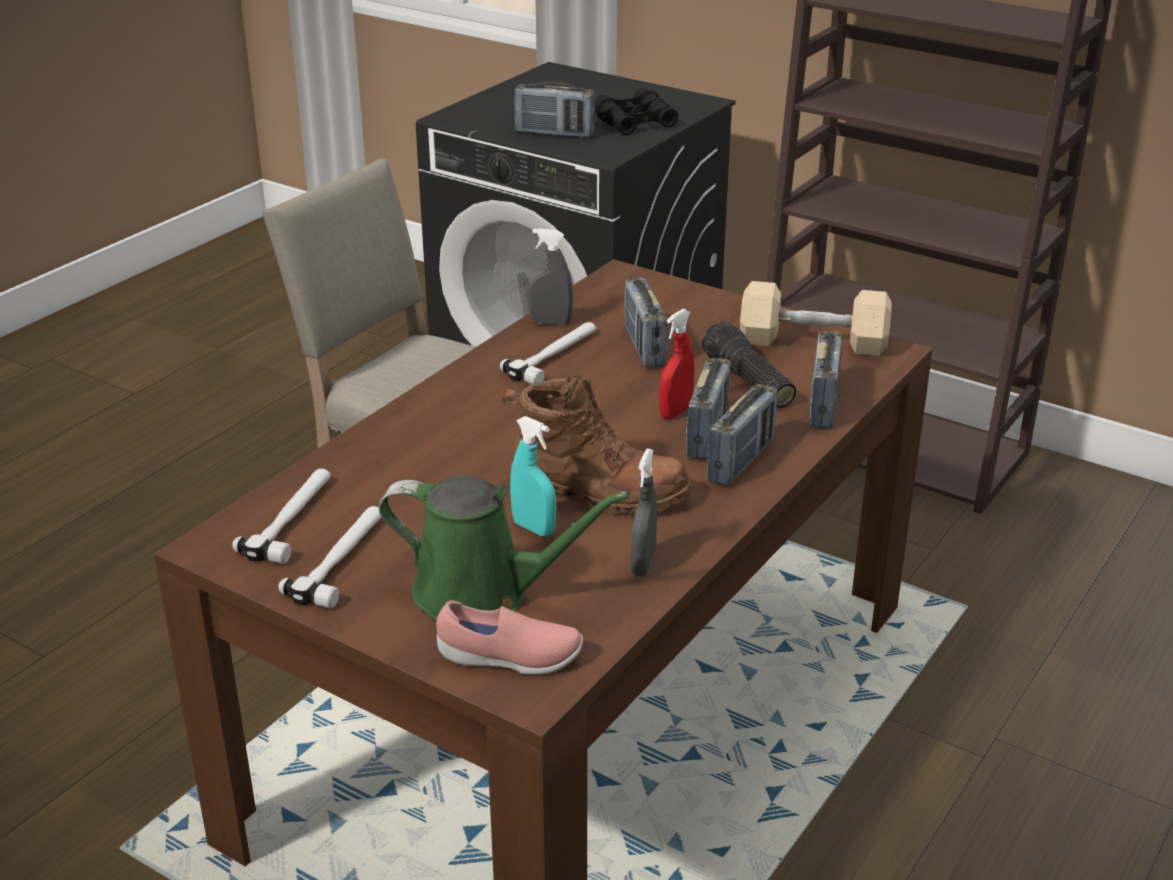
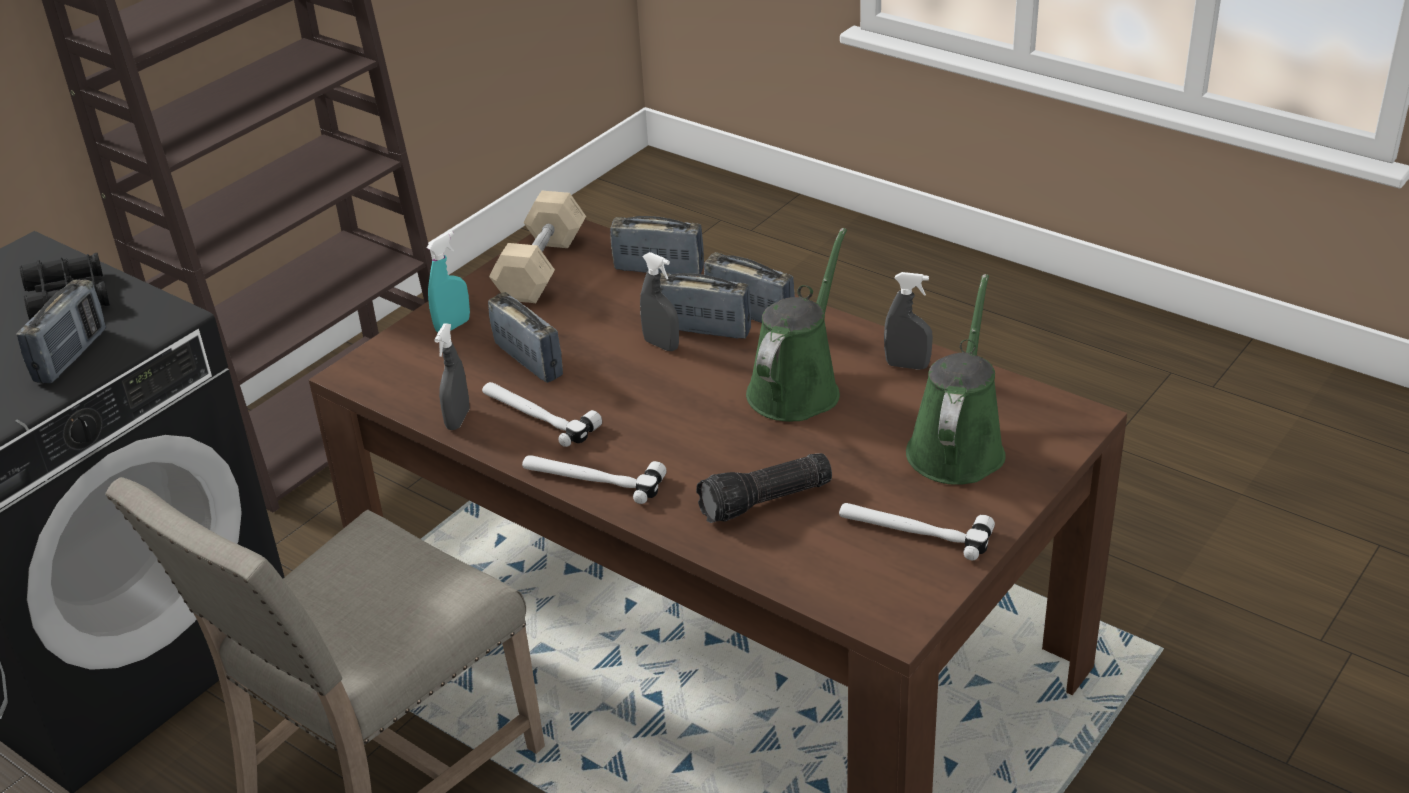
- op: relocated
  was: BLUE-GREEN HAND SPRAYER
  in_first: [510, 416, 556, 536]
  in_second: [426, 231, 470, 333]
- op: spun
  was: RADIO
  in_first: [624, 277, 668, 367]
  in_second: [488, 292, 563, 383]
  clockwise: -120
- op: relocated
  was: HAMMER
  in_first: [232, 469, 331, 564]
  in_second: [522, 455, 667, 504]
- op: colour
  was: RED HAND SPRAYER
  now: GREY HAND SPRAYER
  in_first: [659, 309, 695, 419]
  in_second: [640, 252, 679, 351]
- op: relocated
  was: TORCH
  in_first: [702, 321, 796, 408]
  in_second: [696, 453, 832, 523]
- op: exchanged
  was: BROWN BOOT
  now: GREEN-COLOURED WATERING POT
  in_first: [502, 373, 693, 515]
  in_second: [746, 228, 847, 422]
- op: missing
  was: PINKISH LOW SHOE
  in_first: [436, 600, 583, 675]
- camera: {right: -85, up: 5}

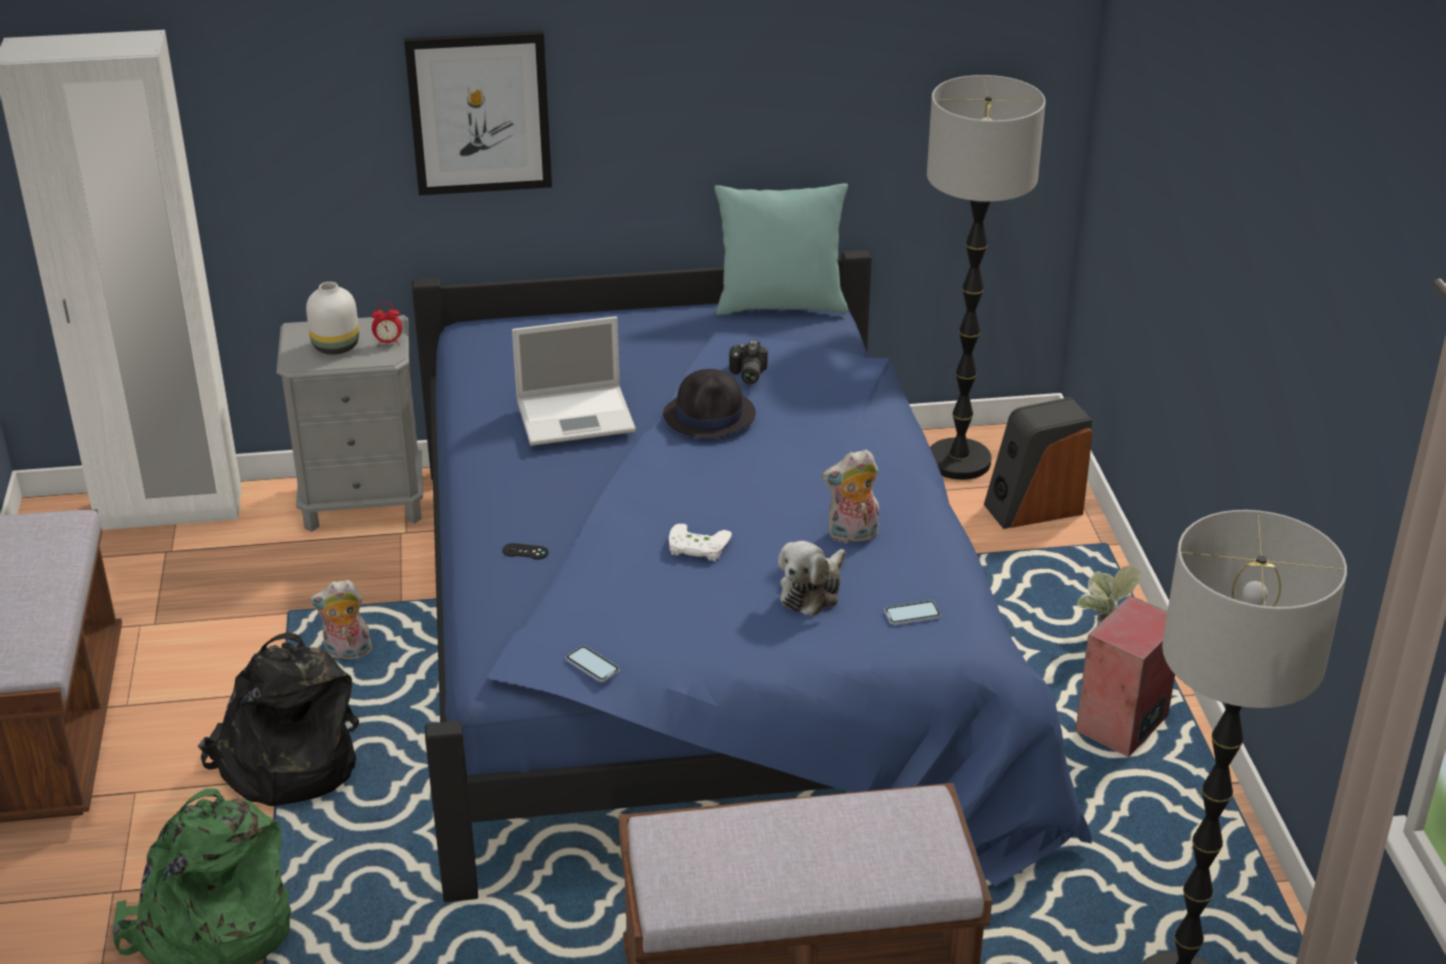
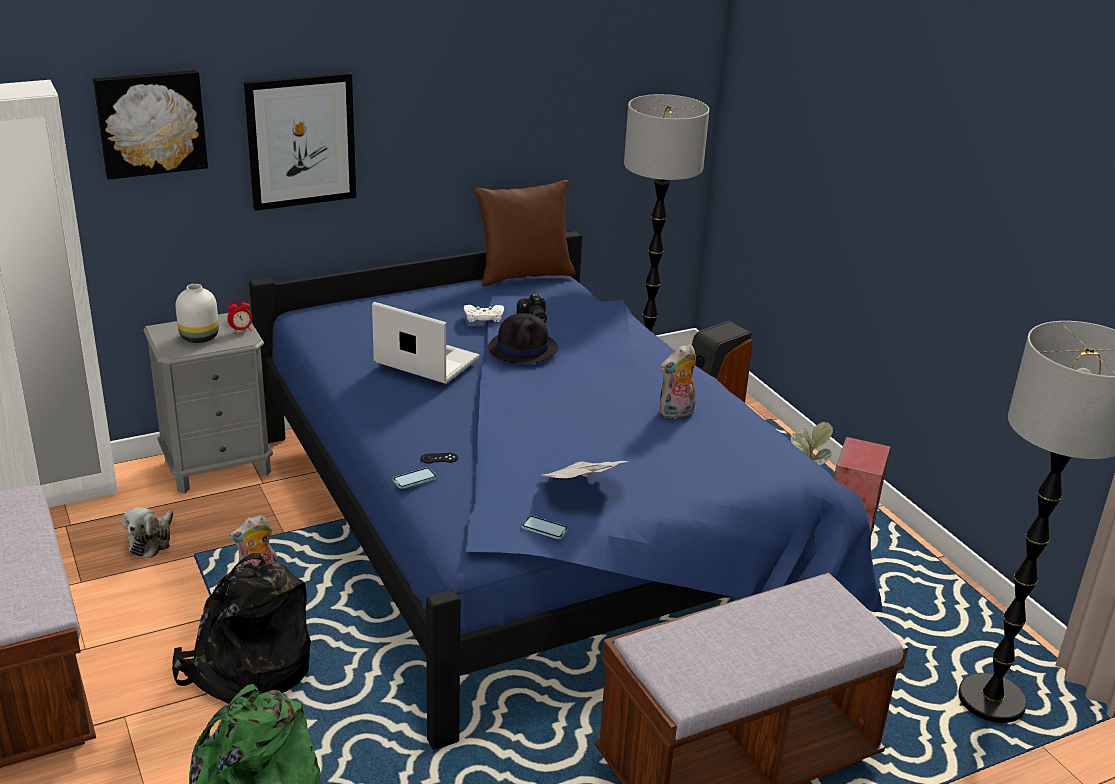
- op: appeared
  now: WALL ART
  in_second: [93, 70, 208, 180]
- op: relocated
  was: CUDDLY TOY
  in_first: [778, 541, 846, 617]
  in_second: [122, 507, 173, 558]
- op: spun
  was: NOTEBOOK COMPUTER
  in_first: [512, 316, 636, 446]
  in_second: [372, 302, 479, 384]
  clockwise: -120
- op: relocated
  was: PHONE
  in_first: [884, 600, 941, 625]
  in_second: [392, 467, 437, 489]
- op: relocated
  was: WHITE-COLOURED GAMEPAD
  in_first: [669, 524, 732, 561]
  in_second: [464, 305, 504, 322]
- op: colour
  was: BLUE-GREEN PILLOW
  now: BROWN PILLOW
  in_first: [715, 183, 848, 315]
  in_second: [475, 180, 575, 286]
- op: appeared
  now: NEWSPAPER
  in_second: [543, 461, 629, 478]
- camera: {right: -20, up: -5}

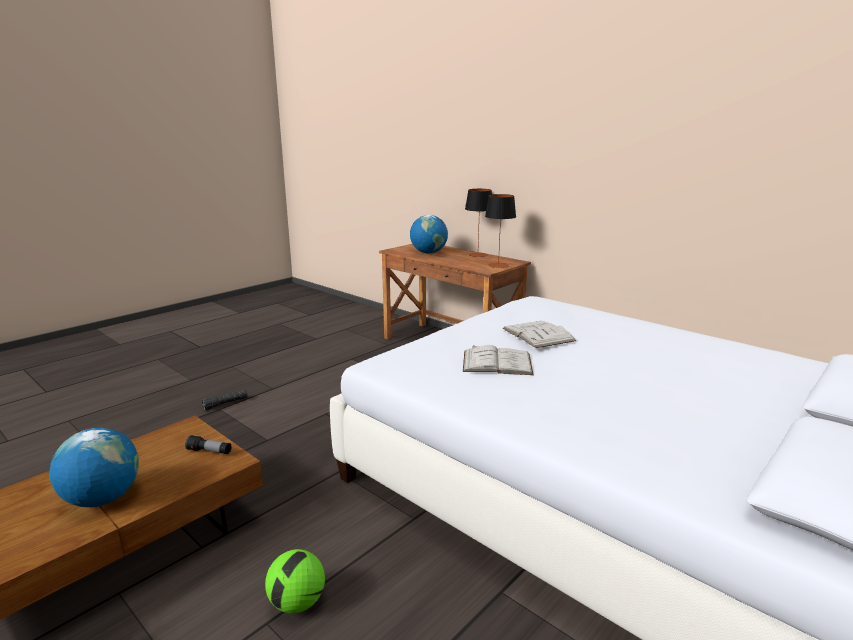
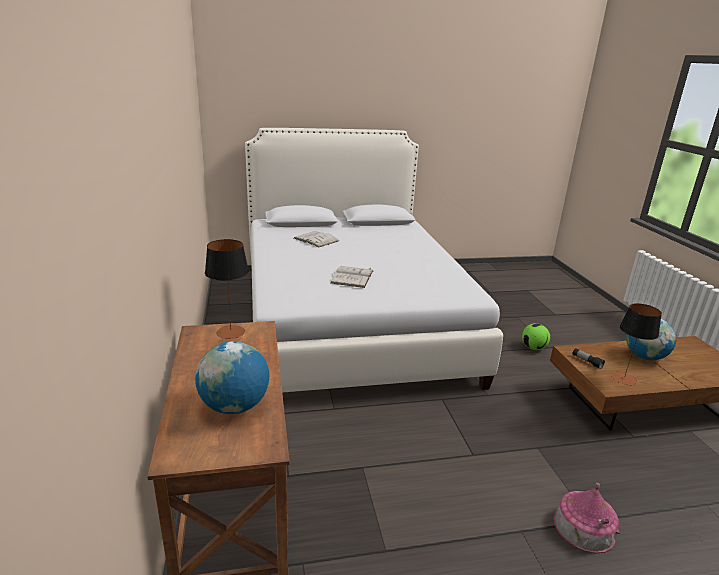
- op: relocated
  was: WHITE-COLOURED BOOK
  in_first: [463, 345, 533, 375]
  in_second: [294, 231, 339, 247]
- op: exchanged
  was: BLACKISH TORCH
  now: TOY HOUSE
  in_first: [202, 390, 248, 410]
  in_second: [553, 483, 620, 553]
- op: relocated
  was: LAMP FOR A TABLE
  in_first: [465, 189, 492, 257]
  in_second: [612, 303, 662, 385]
- camera: {right: -145, up: 5}

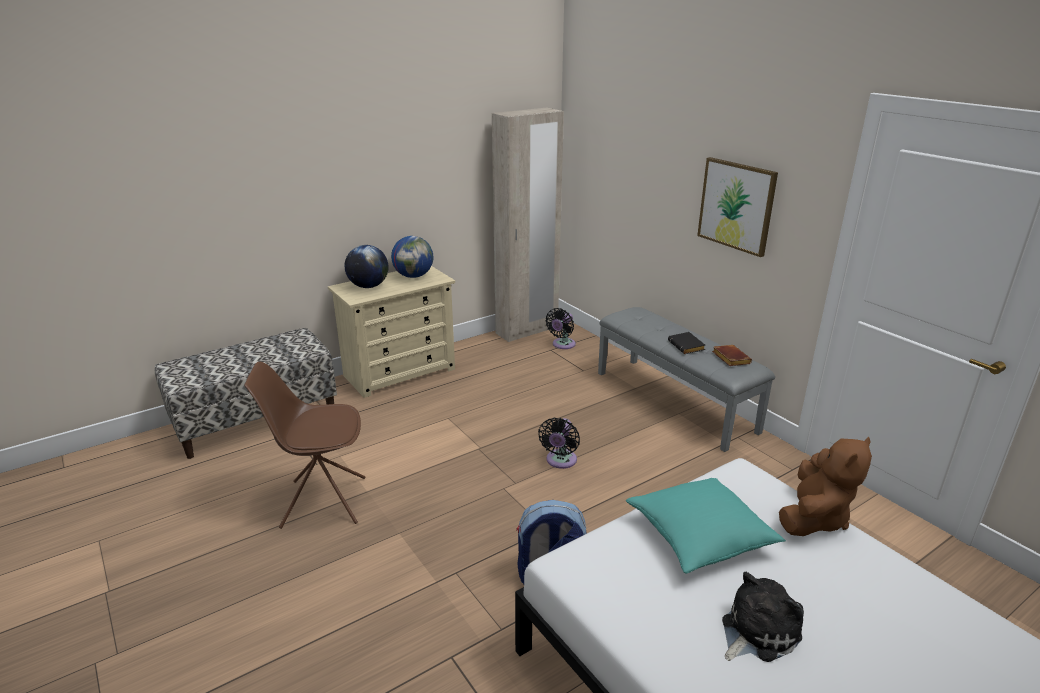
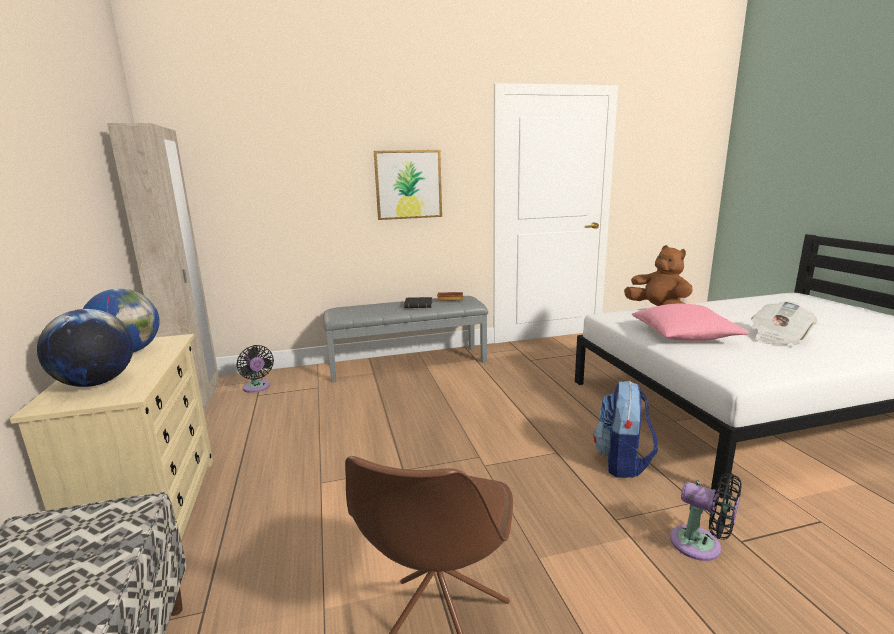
- op: colour
  was: BLUE-GREEN PILLOW
  now: PINKISH PILLOW
  in_first: [626, 478, 786, 574]
  in_second: [632, 304, 749, 341]
- op: relocated
  was: BLACKISH ELECTRIC FAN
  in_first: [538, 417, 580, 469]
  in_second: [670, 473, 741, 561]
- op: exchanged
  was: CUDDLY TOY
  now: NEWSPAPER
  in_first: [722, 572, 804, 662]
  in_second: [751, 301, 817, 345]
- camera: {right: -70, up: -10}

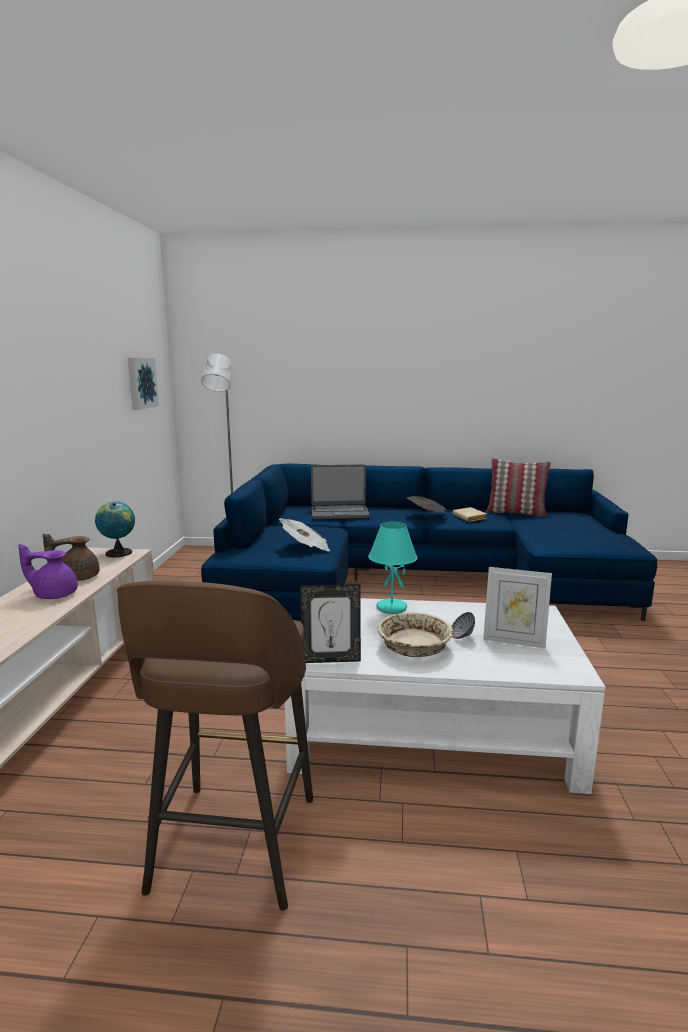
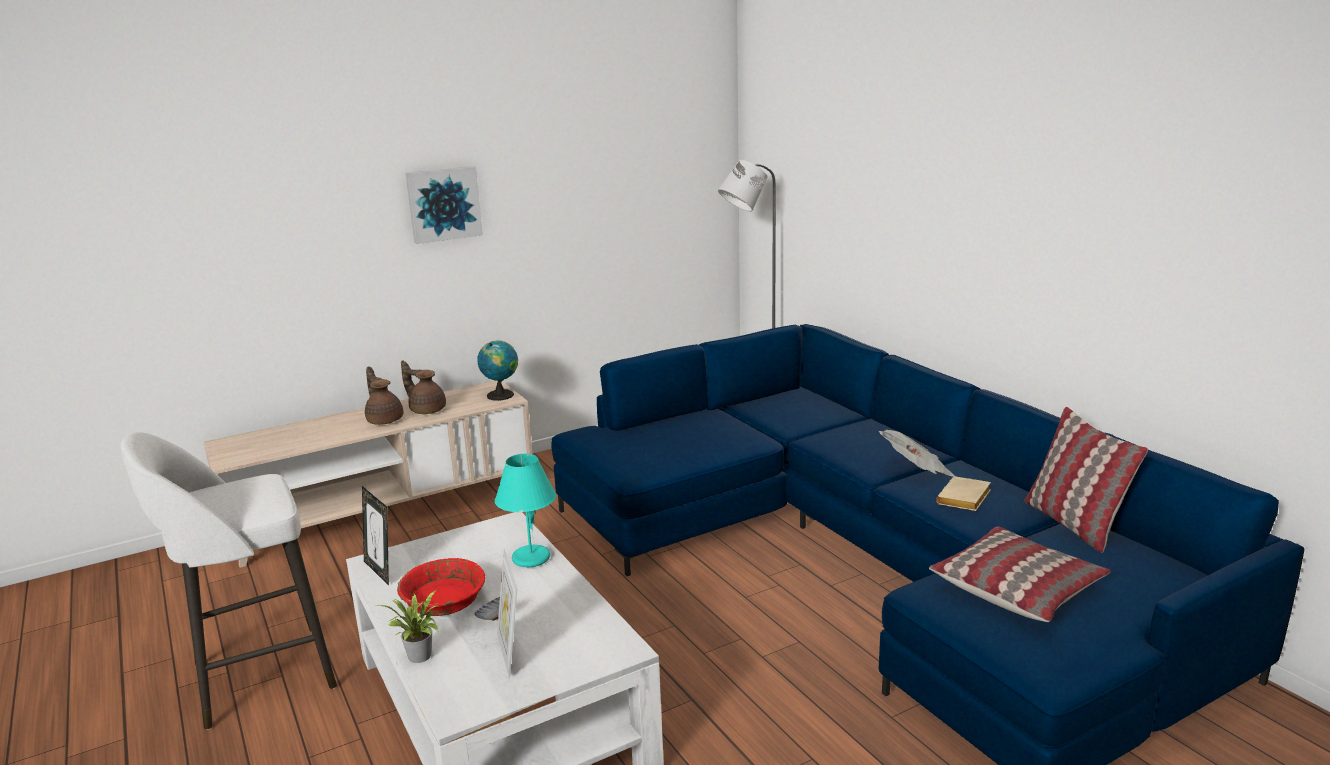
- op: colour
  was: BROWN STOOL SEAT
  now: WHITE-COLOURED STOOL SEAT
  in_first: [117, 581, 313, 911]
  in_second: [121, 432, 337, 730]
- op: colour
  was: PURPLE-COLOURED TEA POT
  now: BROWN TEA POT
  in_first: [18, 544, 78, 599]
  in_second: [365, 367, 403, 425]
- op: appeared
  now: POTTED PLANT
  in_second: [377, 590, 438, 663]
- op: colour
  was: BEIGE-COLOURED BOWL
  now: RED BOWL
  in_first: [377, 612, 453, 657]
  in_second: [397, 558, 485, 616]
- op: relocated
  was: WALL ART
  in_first: [128, 358, 159, 410]
  in_second: [406, 166, 483, 244]
- op: appeared
  now: PILLOW
  in_second: [929, 526, 1111, 622]
- op: missing
  was: NEWSPAPER
  in_first: [279, 518, 330, 551]
- op: missing
  was: NOTEBOOK COMPUTER
  in_first: [311, 464, 370, 519]
- camera: {right: 55, up: 5}

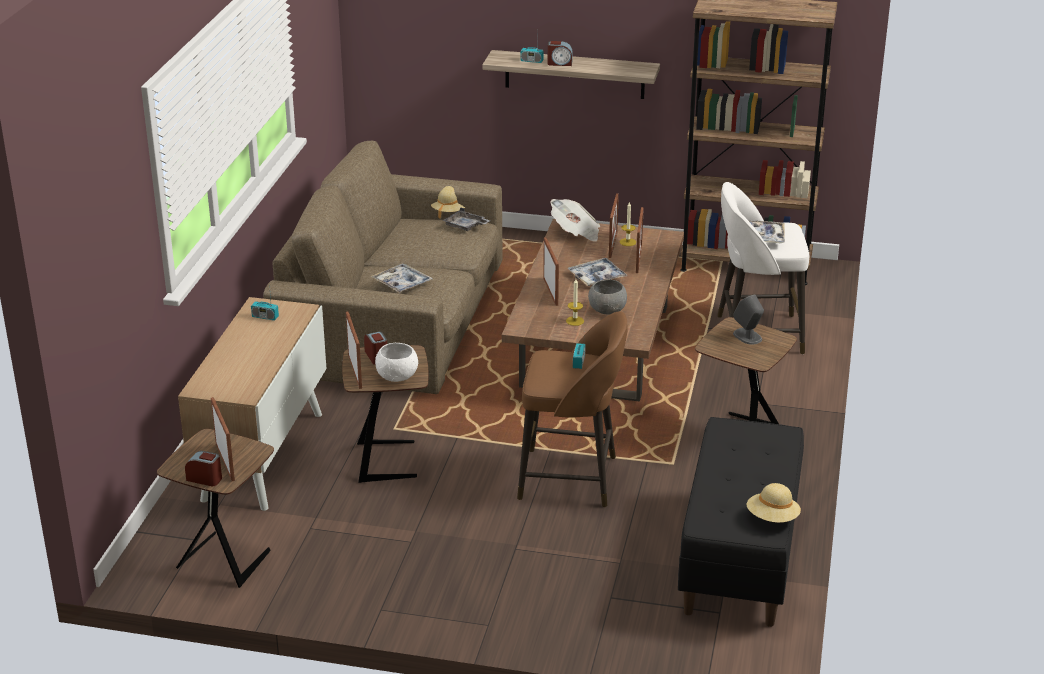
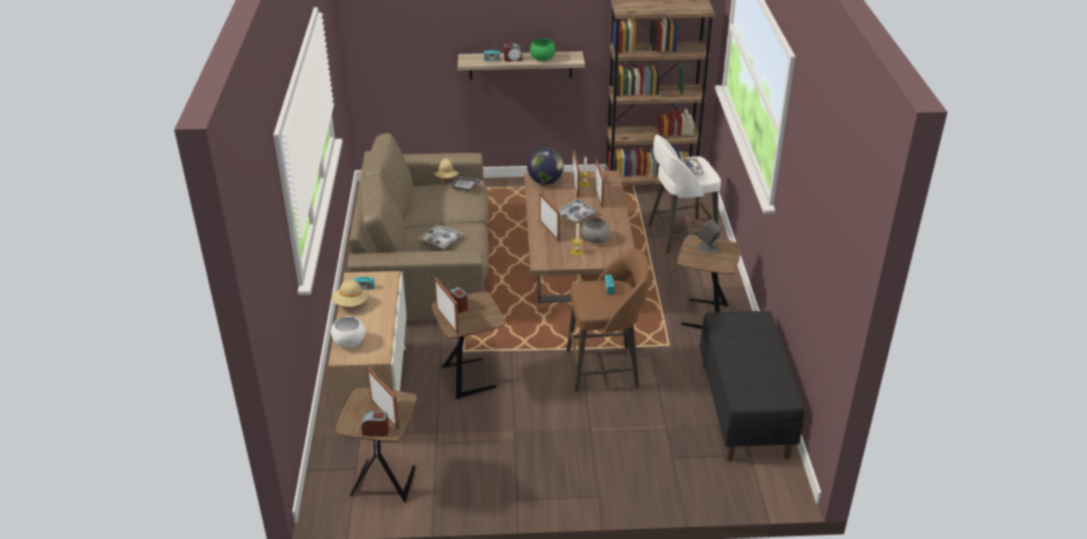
- op: relocated
  was: BEIGE-COLOURED WEARABLE HAT
  in_first: [747, 483, 801, 523]
  in_second: [331, 280, 368, 307]
- op: relocated
  was: WHITE-COLOURED BOWL
  in_first: [375, 343, 418, 382]
  in_second: [331, 316, 365, 348]
- op: exchanged
  was: NEWSPAPER
  now: DESK GLOBE
  in_first: [550, 199, 600, 242]
  in_second: [527, 148, 564, 185]
- op: appeared
  now: GREEN-COLOURED BOWL
  in_second: [530, 38, 555, 61]
- camera: {right: -15, up: 5}

